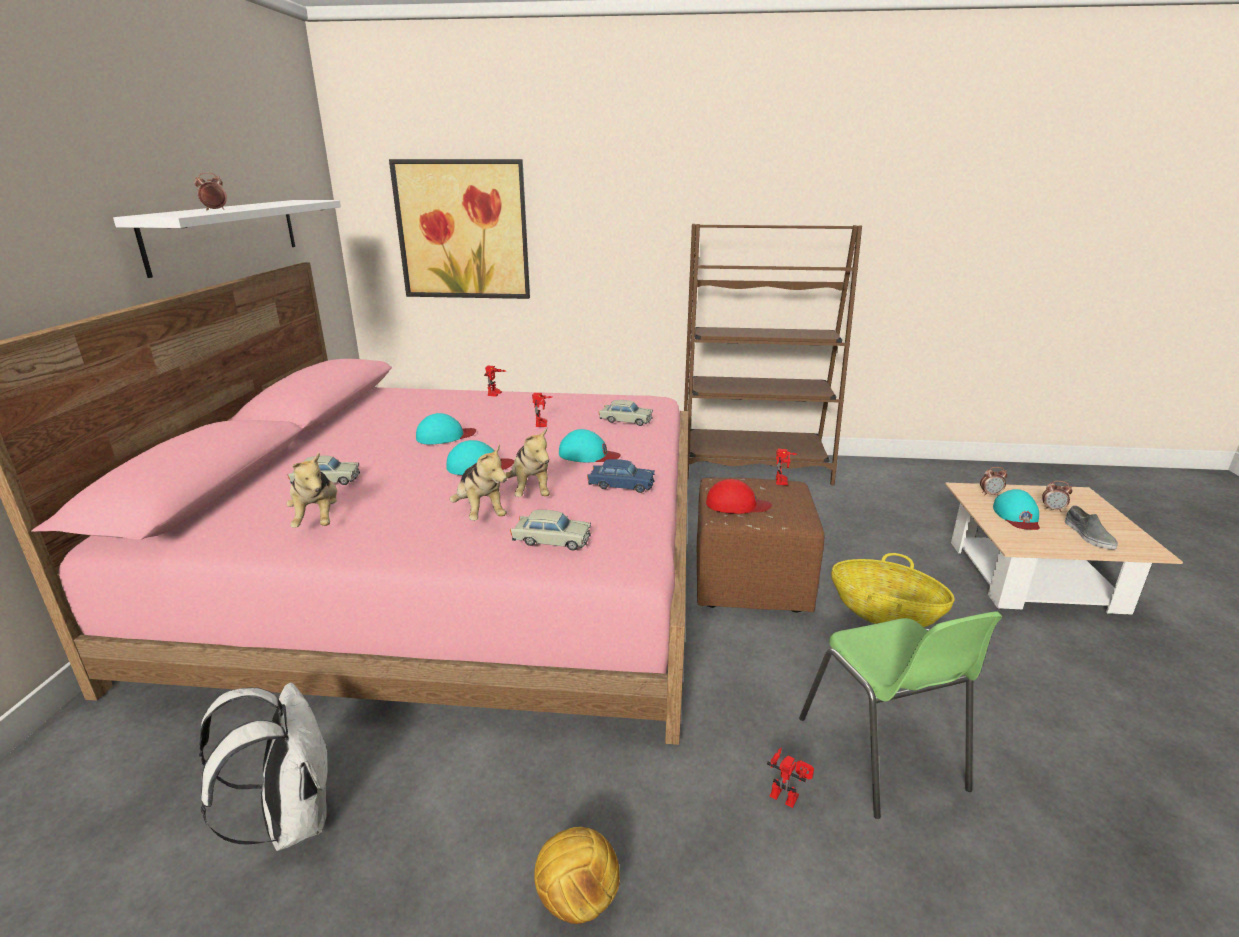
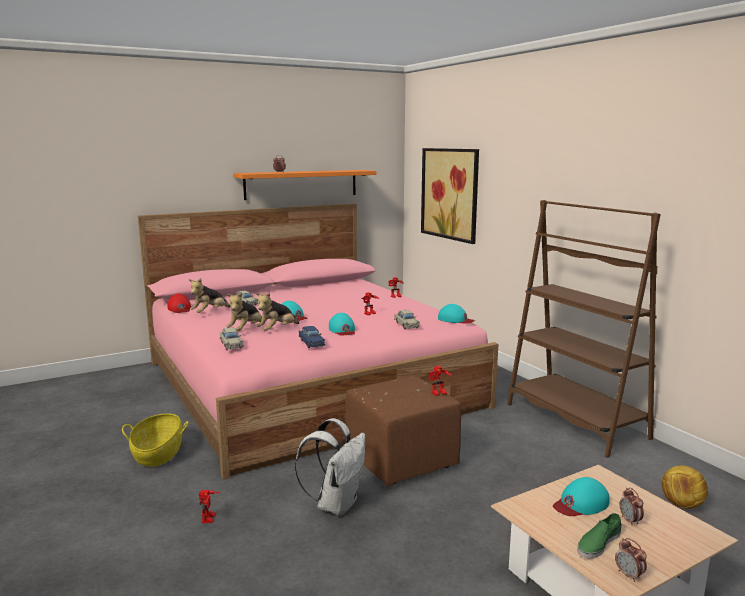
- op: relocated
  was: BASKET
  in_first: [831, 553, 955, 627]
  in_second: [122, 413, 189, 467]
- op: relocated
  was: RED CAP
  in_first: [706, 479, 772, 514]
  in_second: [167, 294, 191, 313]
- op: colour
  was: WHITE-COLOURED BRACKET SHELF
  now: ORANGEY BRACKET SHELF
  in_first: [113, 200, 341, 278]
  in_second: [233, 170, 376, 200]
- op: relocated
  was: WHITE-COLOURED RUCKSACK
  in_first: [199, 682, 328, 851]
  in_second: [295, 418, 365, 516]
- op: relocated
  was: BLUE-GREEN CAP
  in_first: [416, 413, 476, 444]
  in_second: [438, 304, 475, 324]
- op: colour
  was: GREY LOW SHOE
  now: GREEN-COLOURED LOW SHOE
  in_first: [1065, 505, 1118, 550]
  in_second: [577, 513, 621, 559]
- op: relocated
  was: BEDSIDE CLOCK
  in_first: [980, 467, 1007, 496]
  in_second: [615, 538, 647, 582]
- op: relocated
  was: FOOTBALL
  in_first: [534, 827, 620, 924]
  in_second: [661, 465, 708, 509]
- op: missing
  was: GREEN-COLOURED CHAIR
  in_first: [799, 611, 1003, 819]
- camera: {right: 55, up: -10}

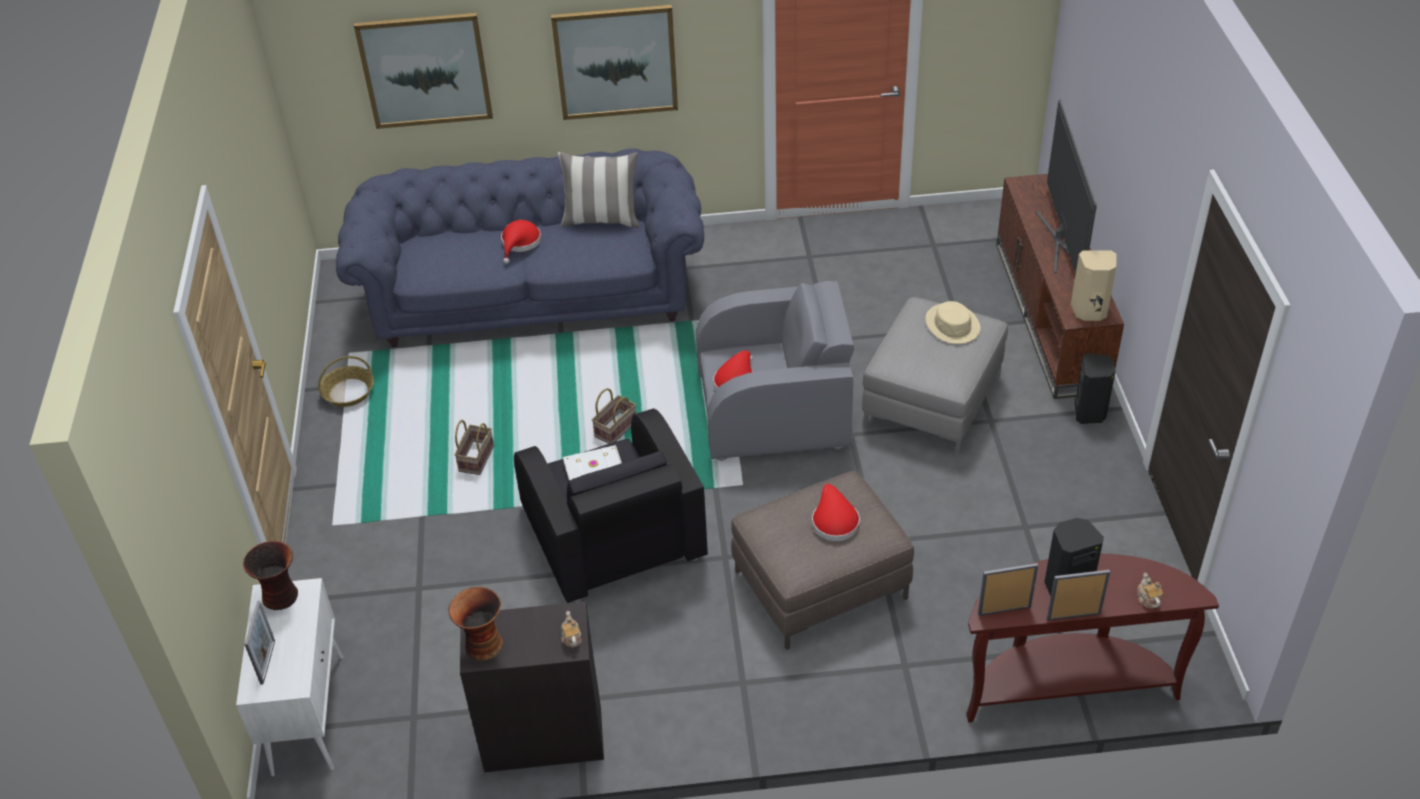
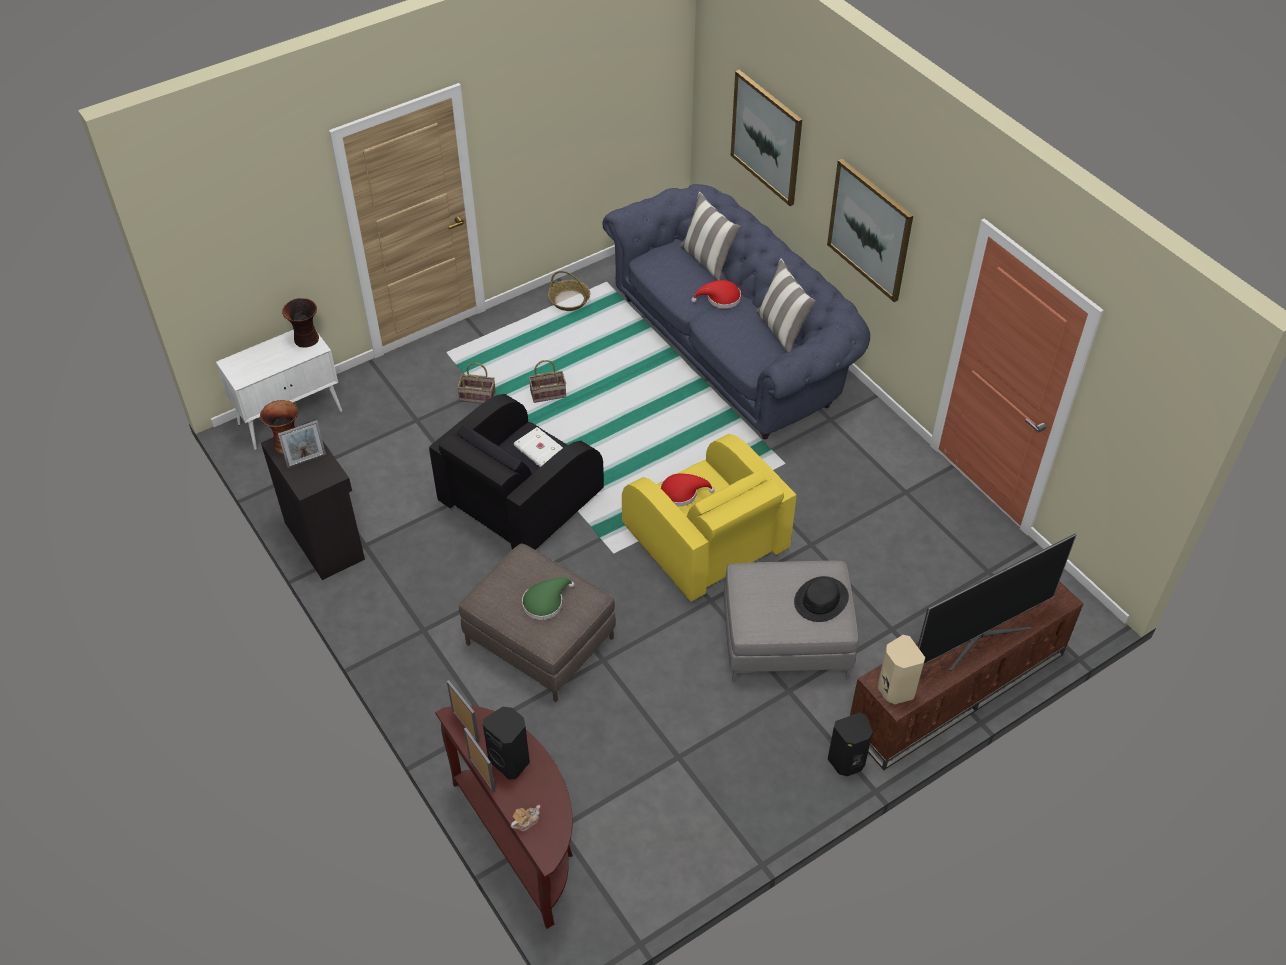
- op: relocated
  was: PHOTO FRAME
  in_first: [245, 601, 275, 685]
  in_second: [278, 420, 326, 468]
- op: relocated
  was: BASKET
  in_first: [592, 388, 636, 444]
  in_second: [457, 362, 496, 404]
- op: colour
  was: RED WEARABLE HAT
  now: GREEN-COLOURED WEARABLE HAT
  in_first: [812, 484, 860, 541]
  in_second: [522, 577, 575, 620]
- op: colour
  was: GREY LOUNGE CHAIR
  now: YELLOW-COLOURED LOUNGE CHAIR
  in_first: [696, 281, 855, 461]
  in_second: [622, 434, 796, 602]
- op: appeared
  now: PILLOW
  in_second: [680, 192, 740, 281]
- op: colour
  was: BEIGE-COLOURED WEARABLE HAT
  now: BLACKISH WEARABLE HAT
  in_first: [925, 301, 981, 344]
  in_second: [794, 576, 849, 622]
- op: missing
  was: TEA POT
  in_first: [561, 611, 582, 647]
- camera: {right: 60, up: 5}

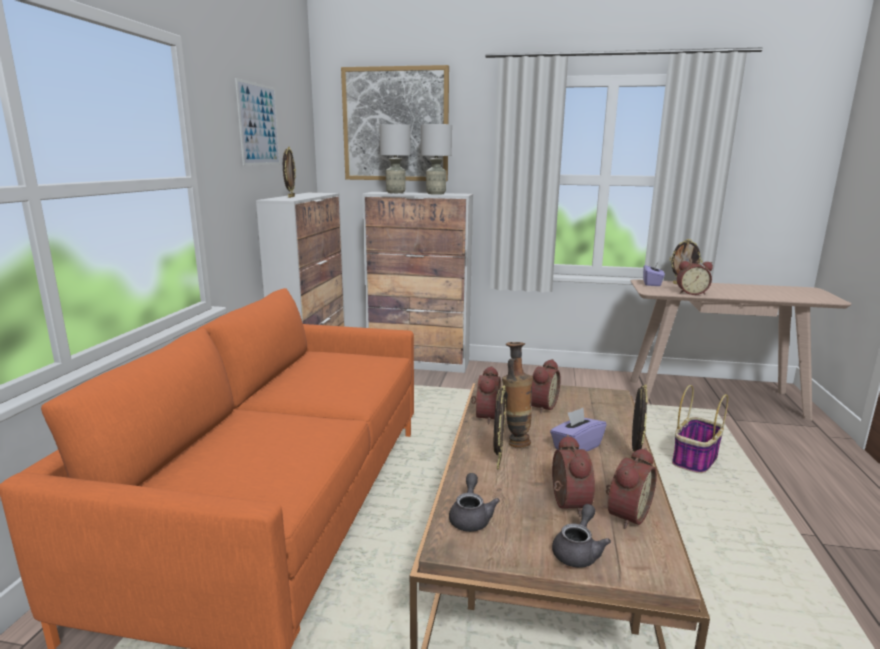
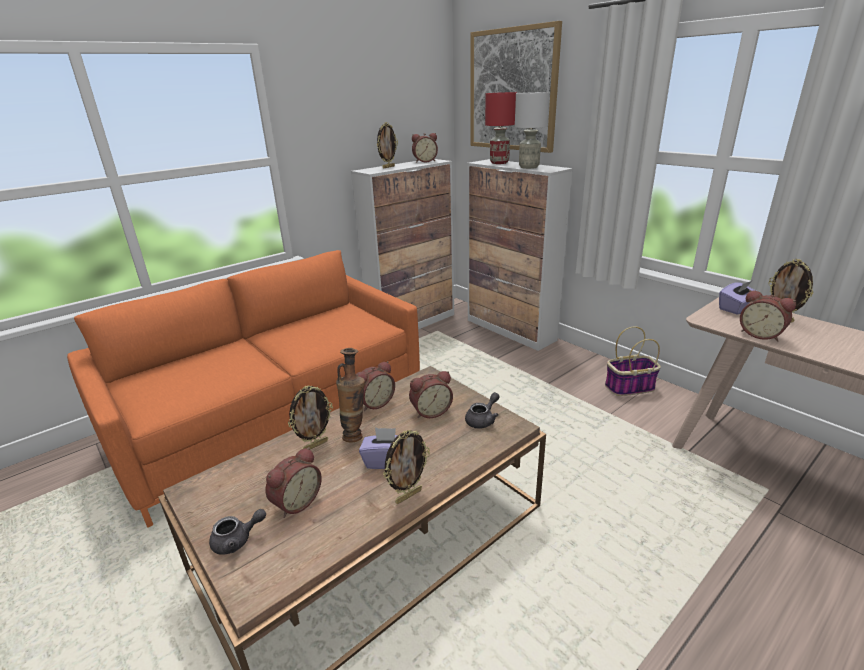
- op: relocated
  was: BEDSIDE CLOCK
  in_first: [606, 448, 657, 529]
  in_second: [412, 133, 438, 163]
- op: relocated
  was: GREY TEA POT
  in_first: [449, 473, 500, 532]
  in_second: [465, 392, 500, 429]
- op: colour
  was: GREY LAMP FOR A TABLE
  now: RED LAMP FOR A TABLE
  in_first: [379, 124, 411, 193]
  in_second: [485, 92, 517, 164]
- op: relocated
  was: BASKET
  in_first: [672, 385, 728, 473]
  in_second: [605, 326, 661, 396]
- op: missing
  was: WALL ART
  in_first: [235, 78, 280, 166]
- camera: {right: 40, up: 10}

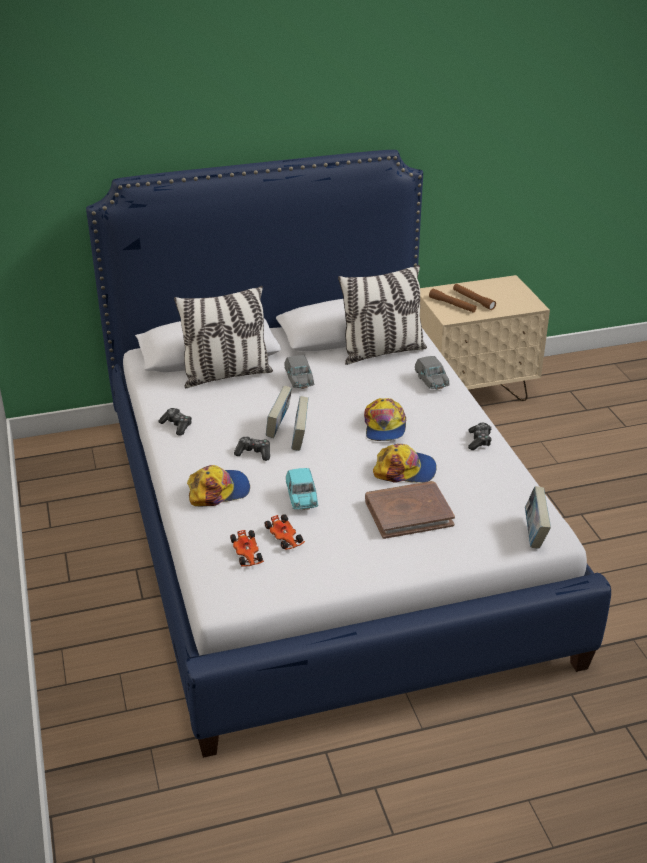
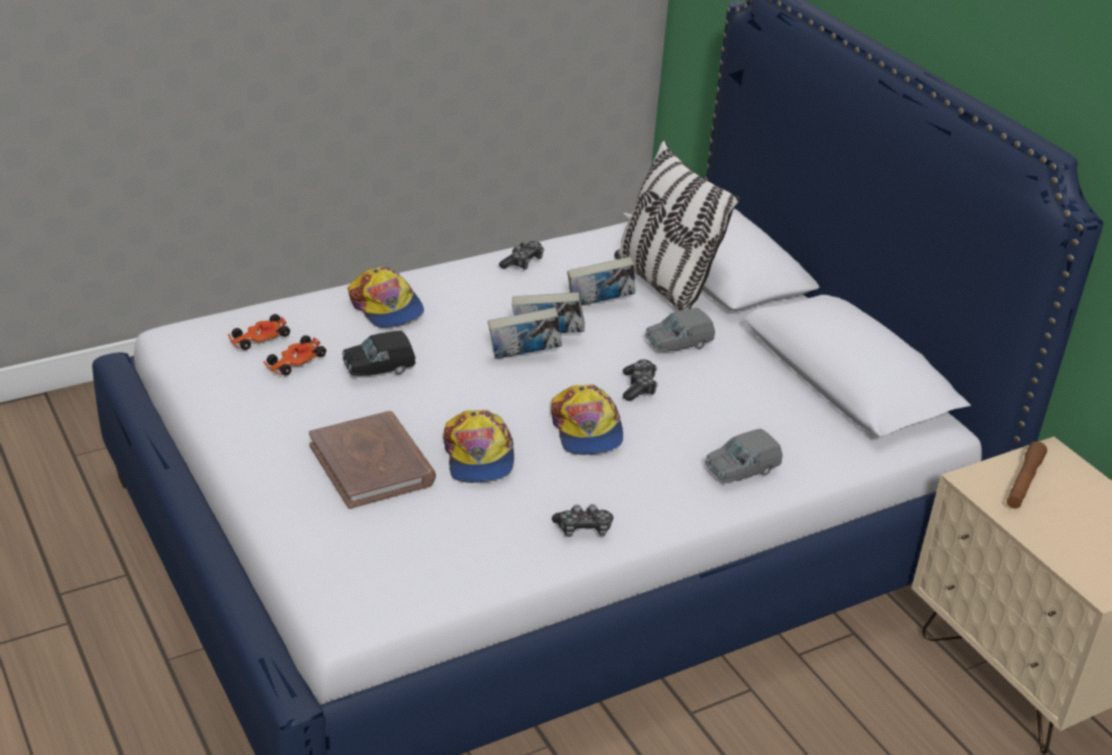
- op: colour
  was: BLUE-GREEN TOY CAR
  now: BLACKISH TOY CAR
  in_first: [286, 468, 318, 510]
  in_second: [342, 331, 416, 376]
- op: spun
  was: CAP
  in_first: [364, 398, 406, 441]
  in_second: [551, 384, 623, 455]
  clockwise: -90
- op: relocated
  was: BOOK
  in_first: [525, 486, 551, 549]
  in_second: [567, 257, 635, 305]
- op: relocated
  was: GAMEPAD
  in_first: [234, 436, 270, 461]
  in_second: [623, 360, 658, 401]
- op: missing
  was: PILLOW
  in_first: [338, 265, 427, 365]
- op: missing
  was: BROWN TORCH
  in_first: [453, 284, 496, 310]
- camera: {right: 75, up: 0}

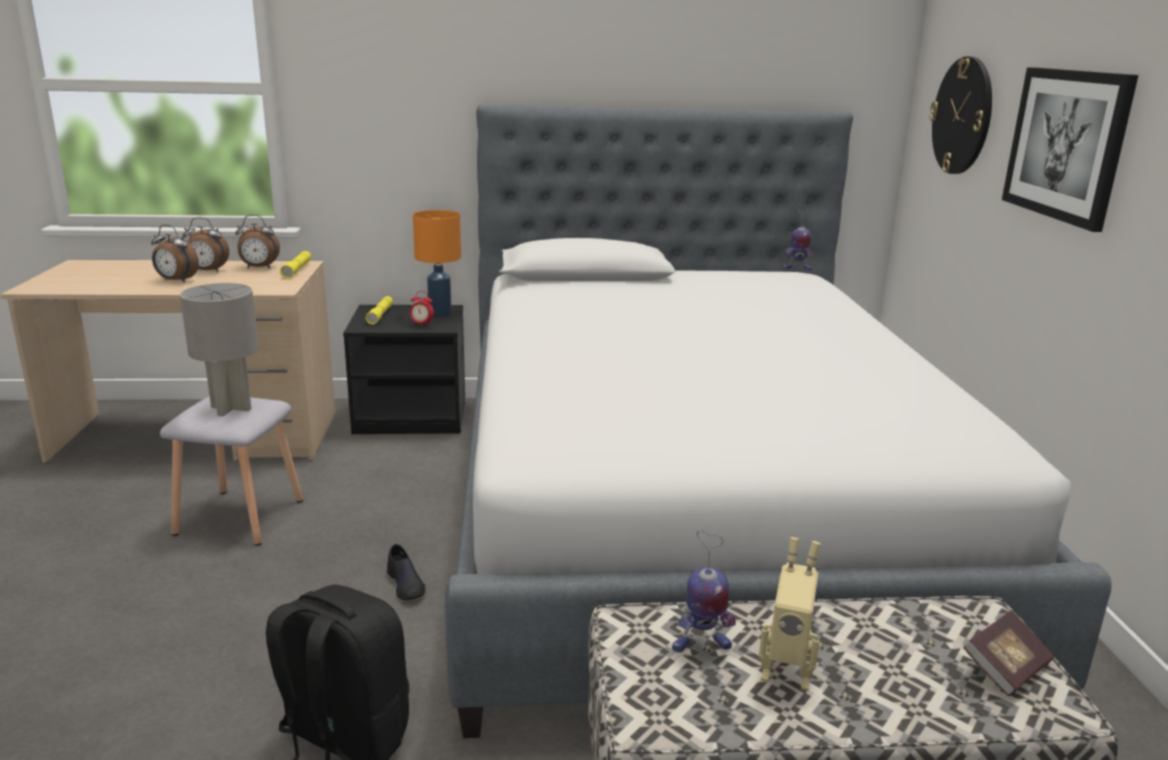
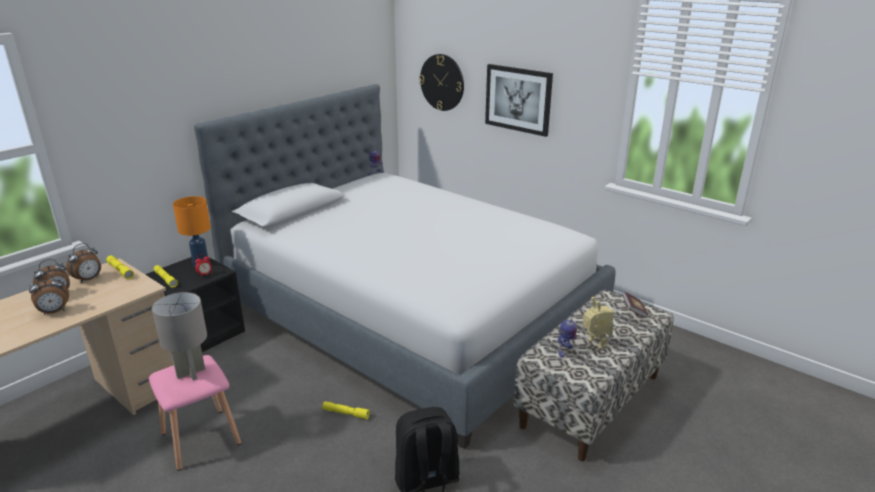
- op: colour
  was: GREY STOOL SEAT
  now: PINKISH STOOL SEAT
  in_first: [160, 396, 303, 546]
  in_second: [149, 355, 241, 471]
- op: exchanged
  was: BLACKISH LOW SHOE
  now: YELLOW-COLOURED TORCH
  in_first: [387, 544, 425, 600]
  in_second: [322, 401, 370, 419]
- op: spun
  was: ROBOT FIGURE
  in_first: [759, 537, 821, 691]
  in_second: [583, 297, 614, 349]
  clockwise: -90
- camera: {right: -45, up: 5}

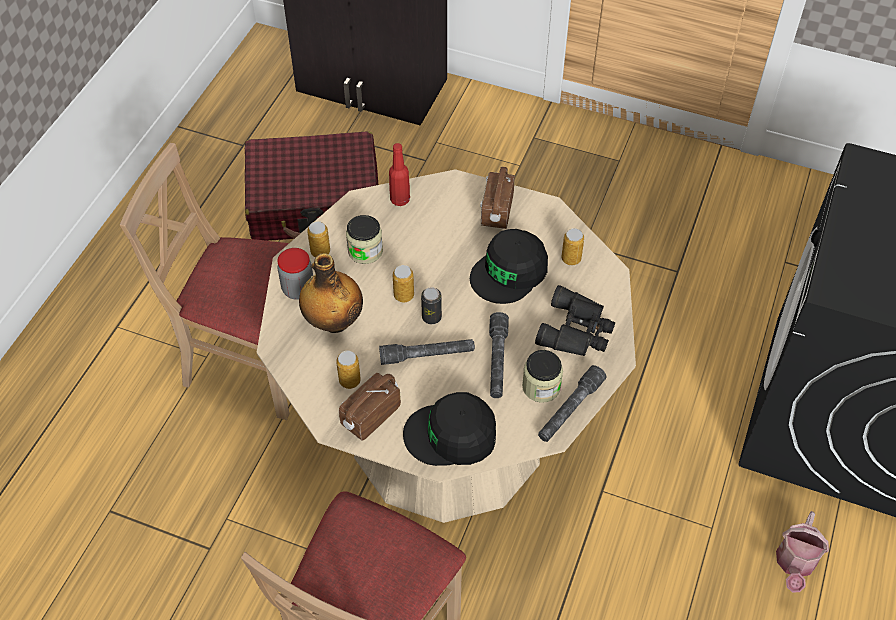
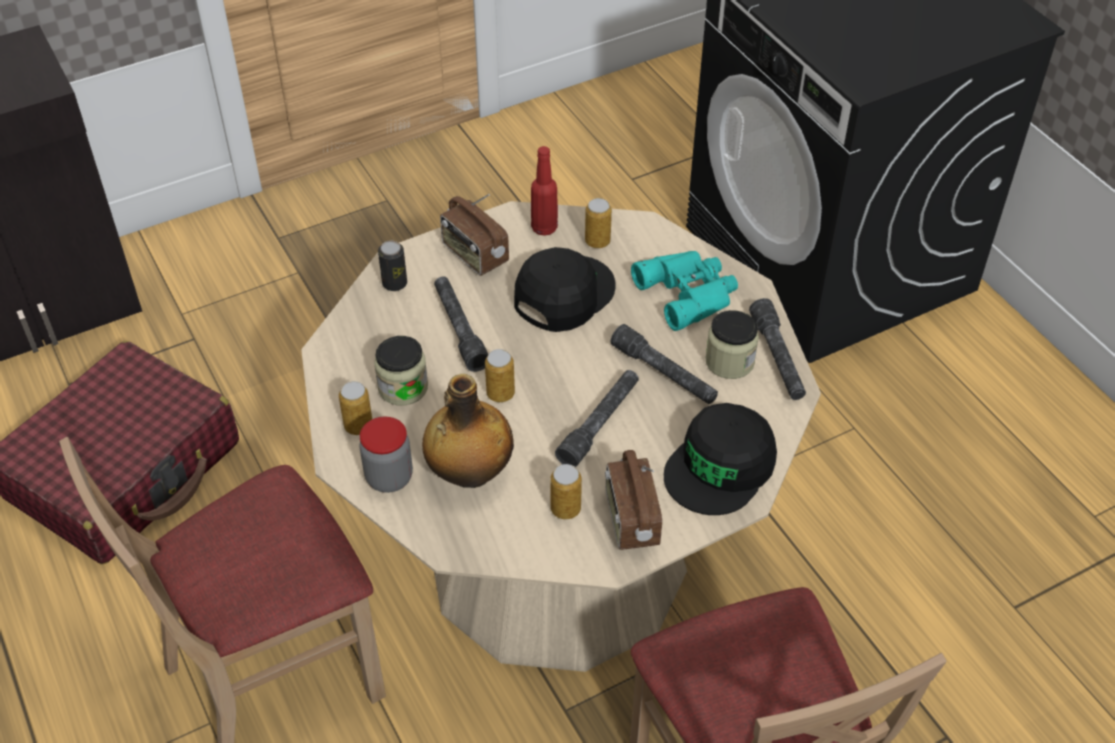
- op: relocated
  was: CAN
  in_first: [421, 287, 442, 324]
  in_second: [378, 241, 407, 291]
- op: appeared
  now: GREY TORCH
  in_second: [434, 276, 488, 372]
- op: spun
  was: BLACKISH CAP
  in_first: [470, 229, 548, 304]
  in_second: [514, 247, 615, 332]
  clockwise: -135
- op: relocated
  was: RED BOTTLE
  in_first: [389, 143, 410, 206]
  in_second: [531, 146, 558, 236]
- op: colour
  was: BLACKISH PAIR OF BINOCULARS
  now: BLUE-GREEN PAIR OF BINOCULARS
  in_first: [535, 285, 615, 356]
  in_second: [631, 251, 738, 331]
- op: missing
  was: WATERING POT
  in_first: [776, 511, 829, 592]
- camera: {right: -50, up: -5}

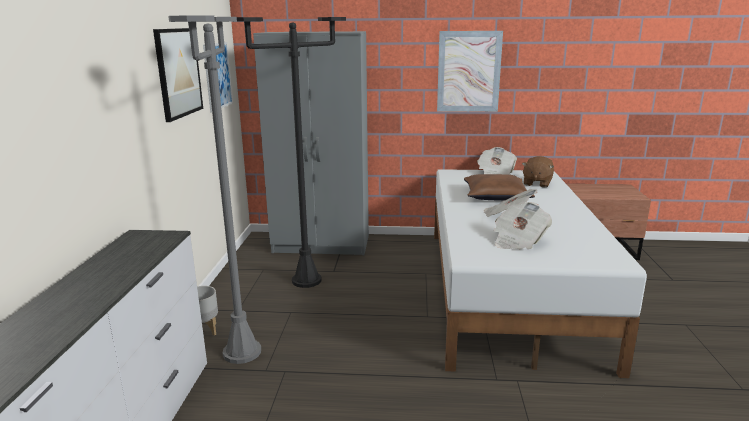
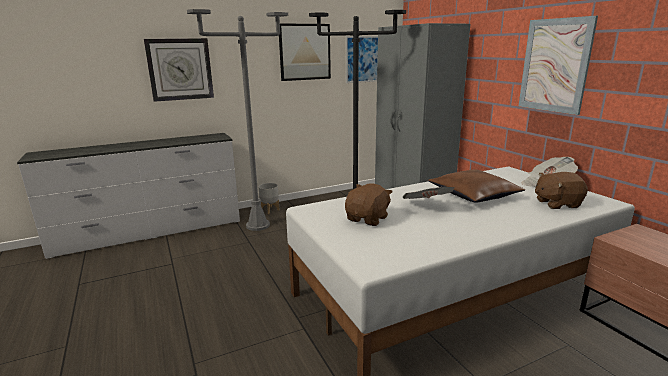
- op: appeared
  now: CLOCK ON THE WALL
  in_second: [144, 38, 214, 102]
- op: exchanged
  was: NEWSPAPER
  now: BROWN CUDDLY TOY
  in_first: [493, 202, 552, 249]
  in_second: [345, 183, 393, 226]
- camera: {right: 60, up: 0}

